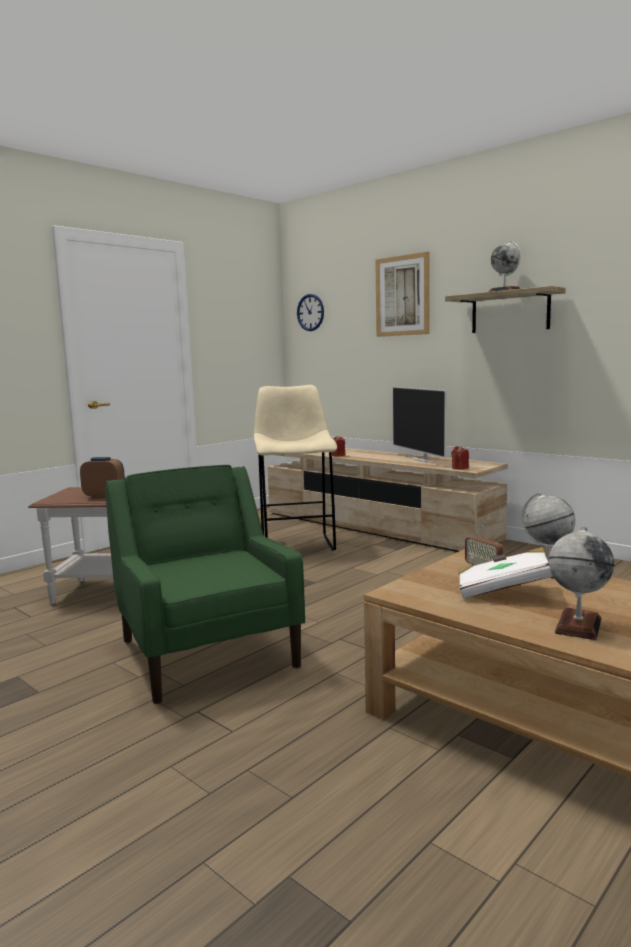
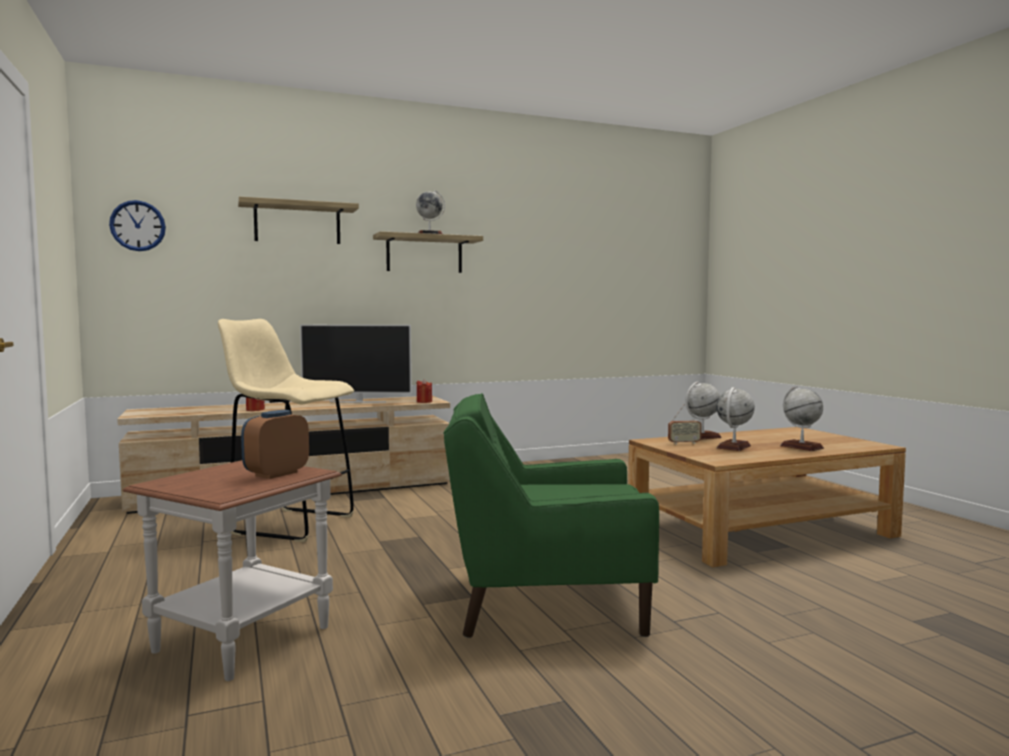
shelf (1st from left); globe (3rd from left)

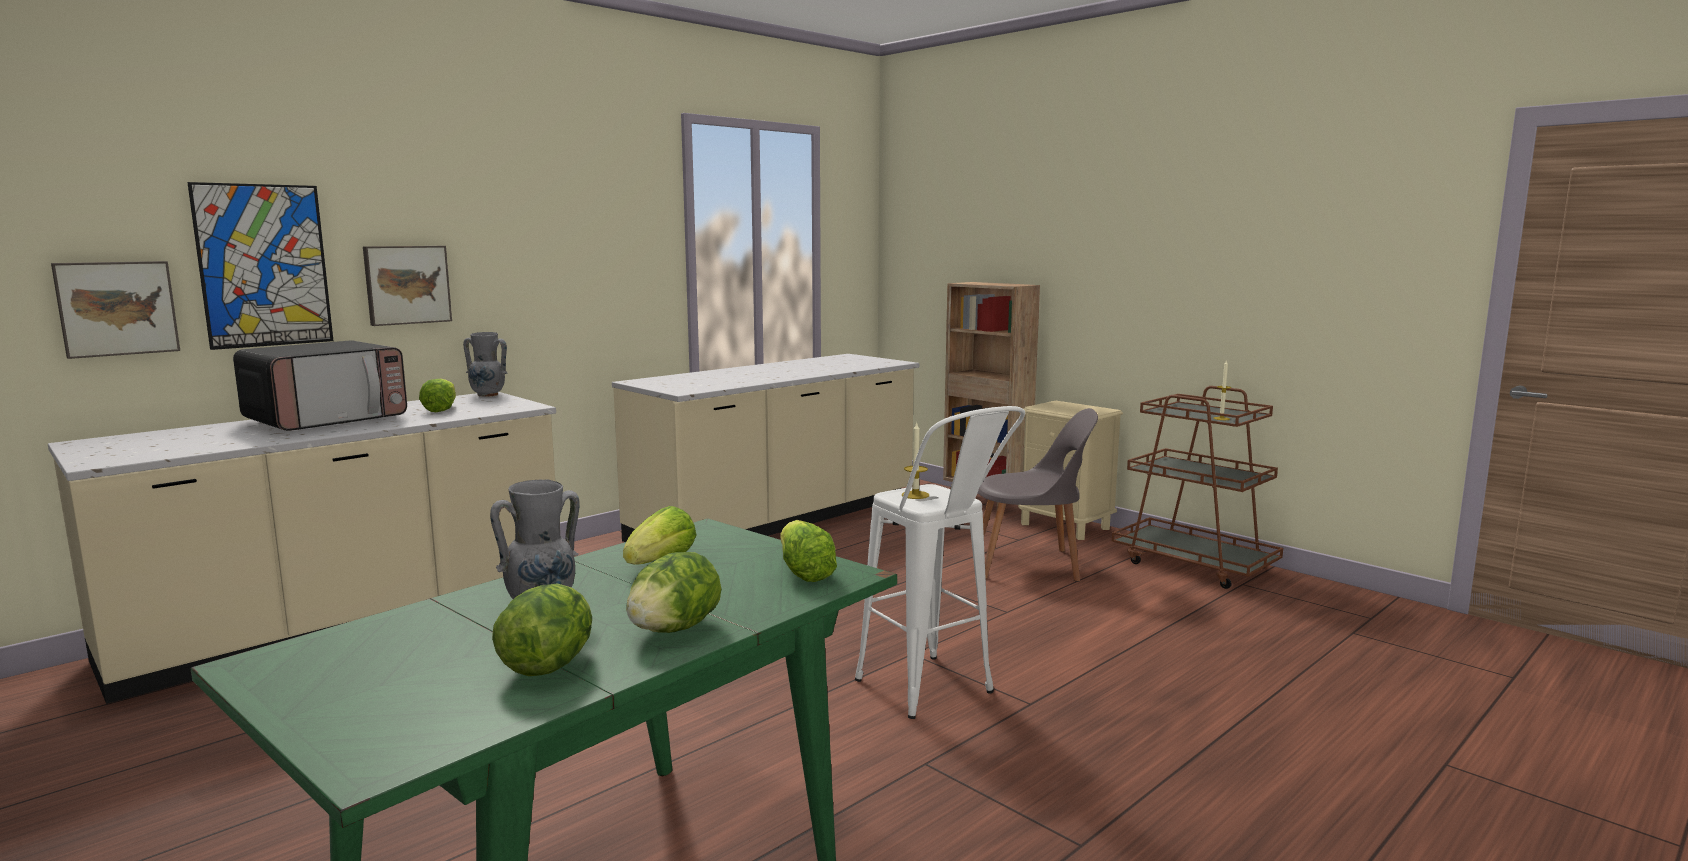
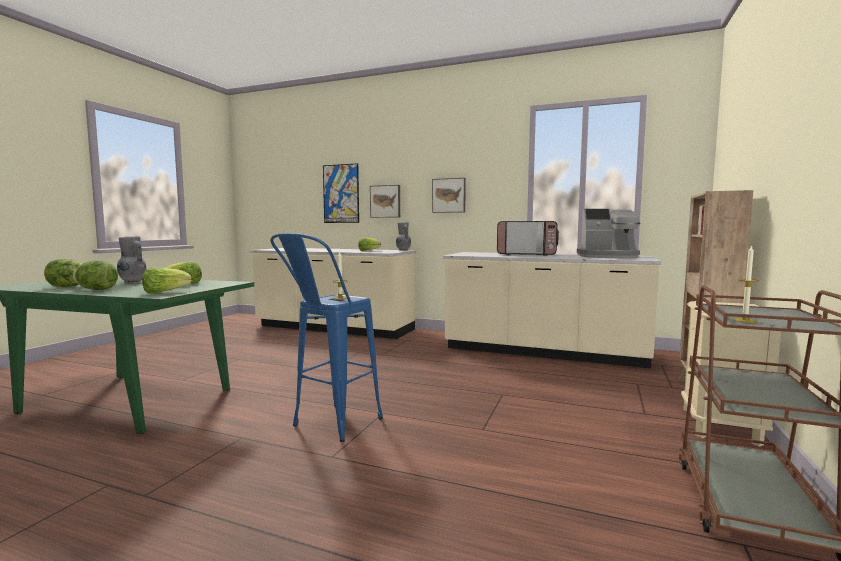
grey chair; coffee machine; picture (3rd from left); microwave; blue stool

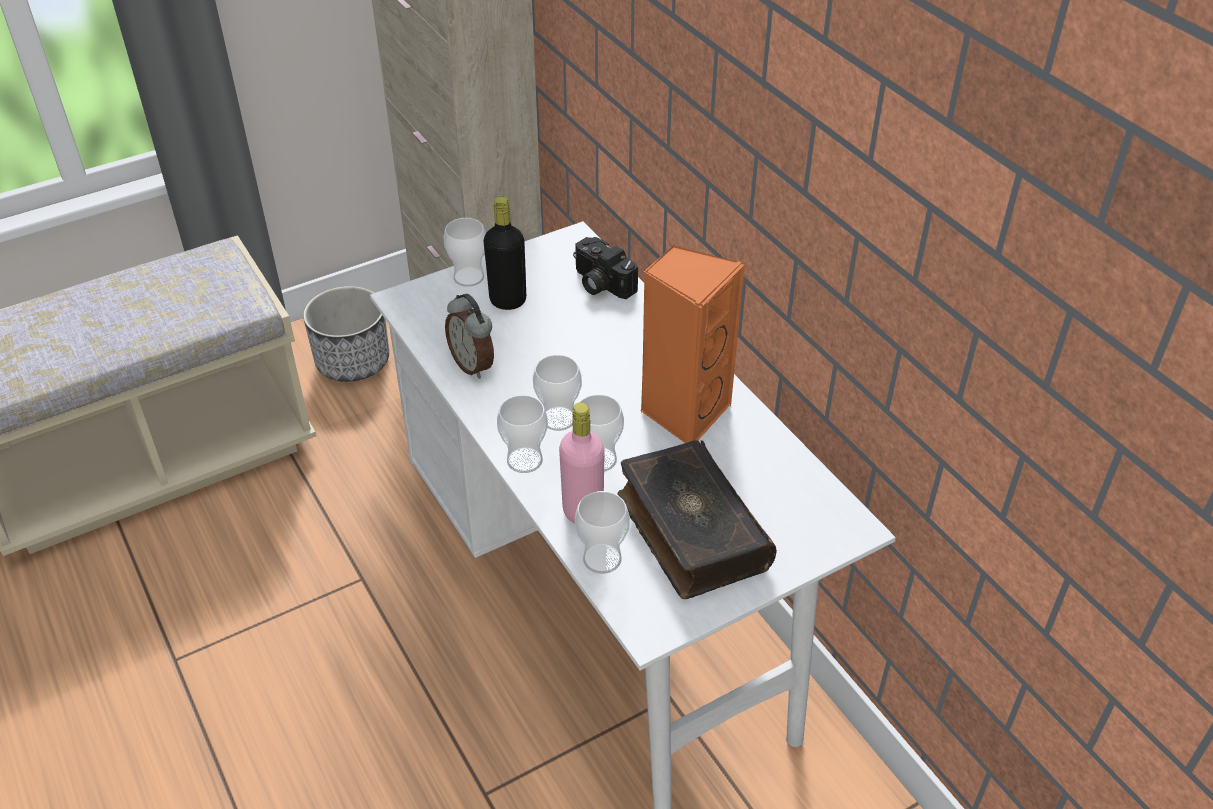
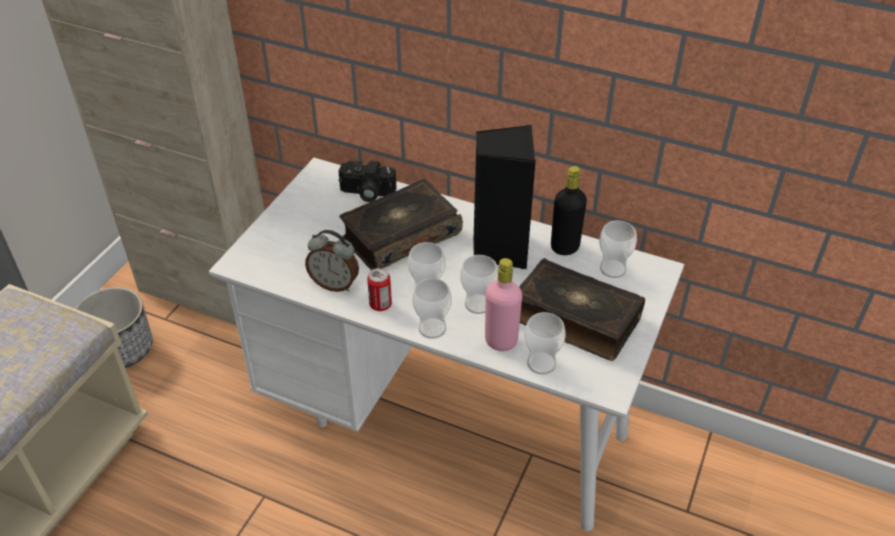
book (1st from left); can; cup (5th from left); black bottle; black speaker

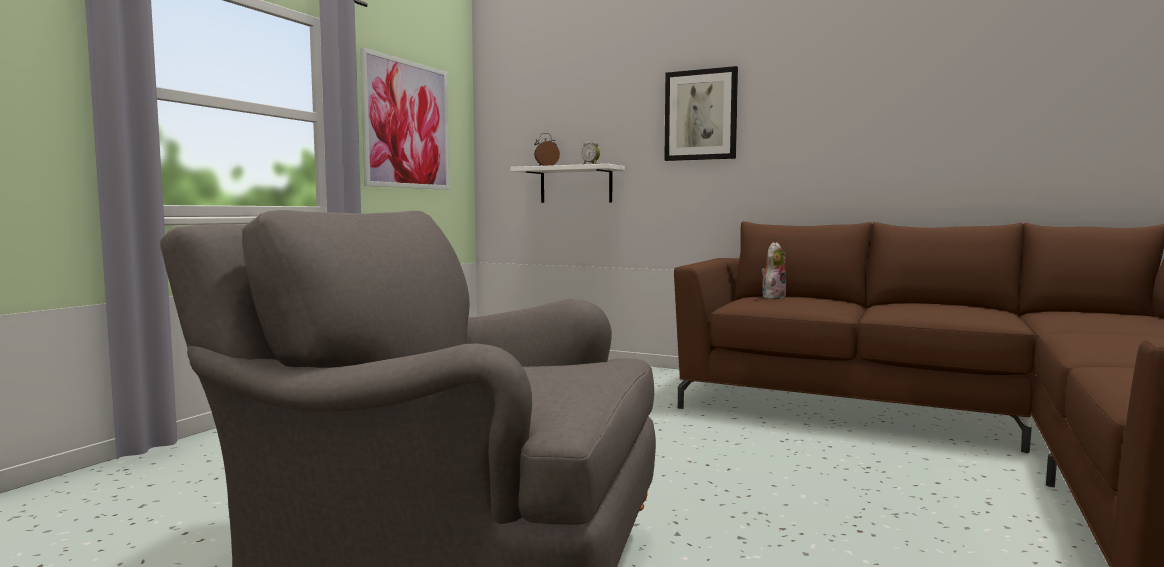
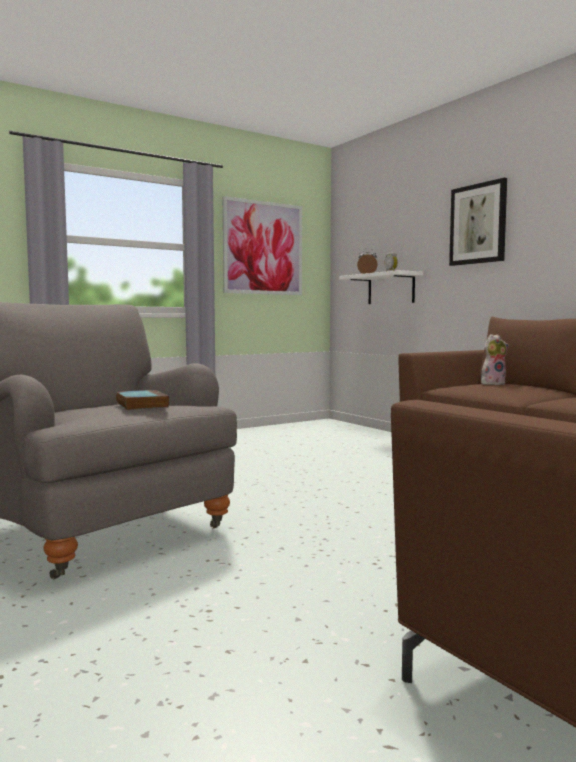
book

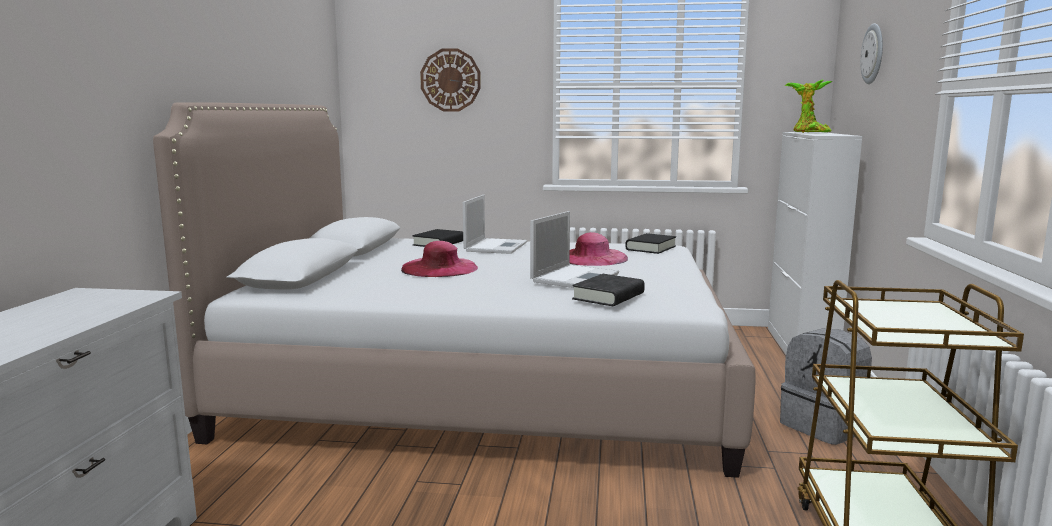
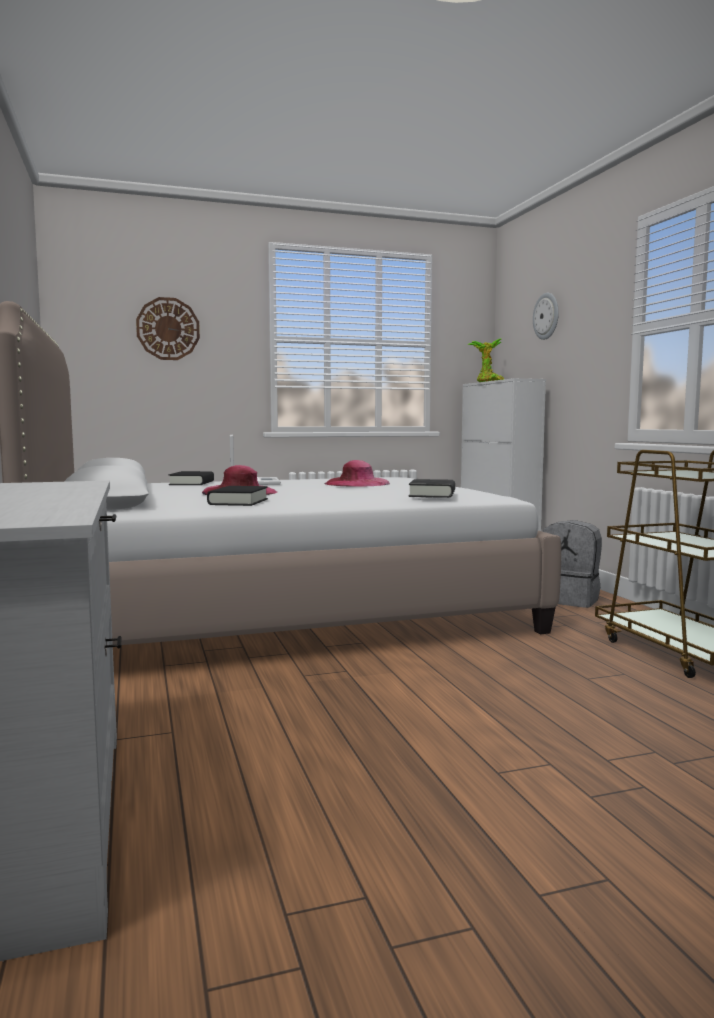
laptop (2nd from left in the first image); black book (2nd from left)

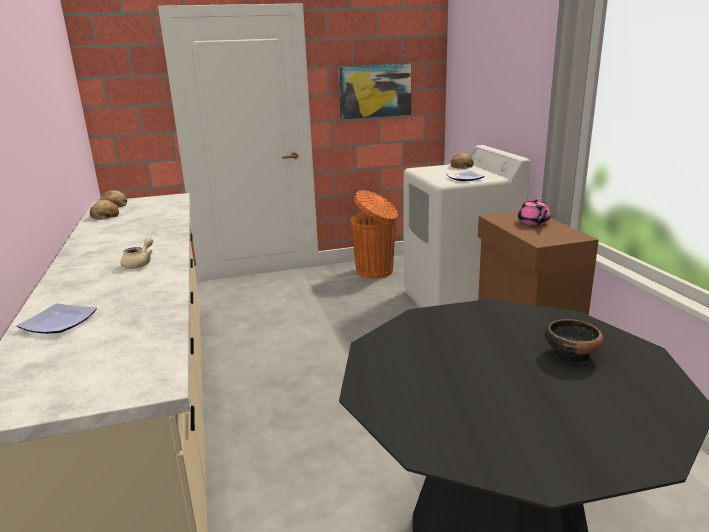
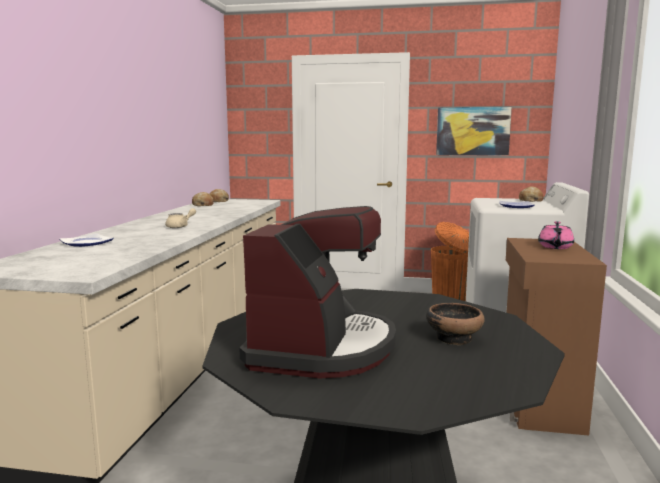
coffee machine

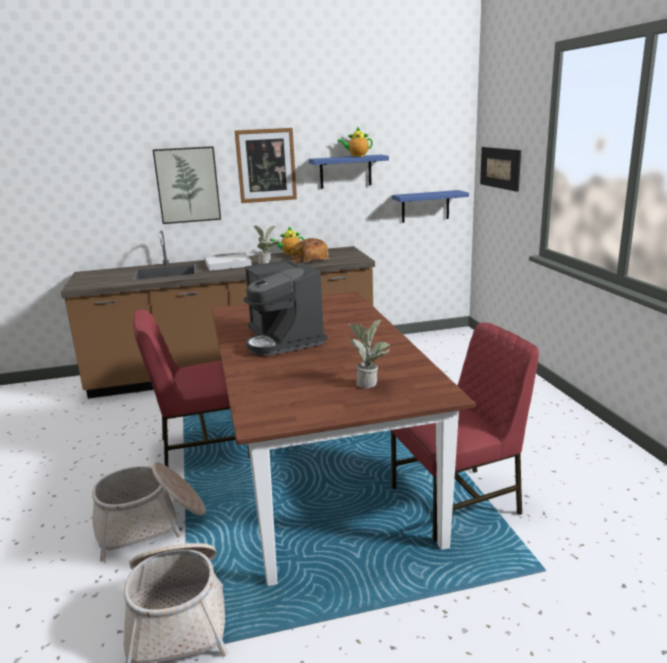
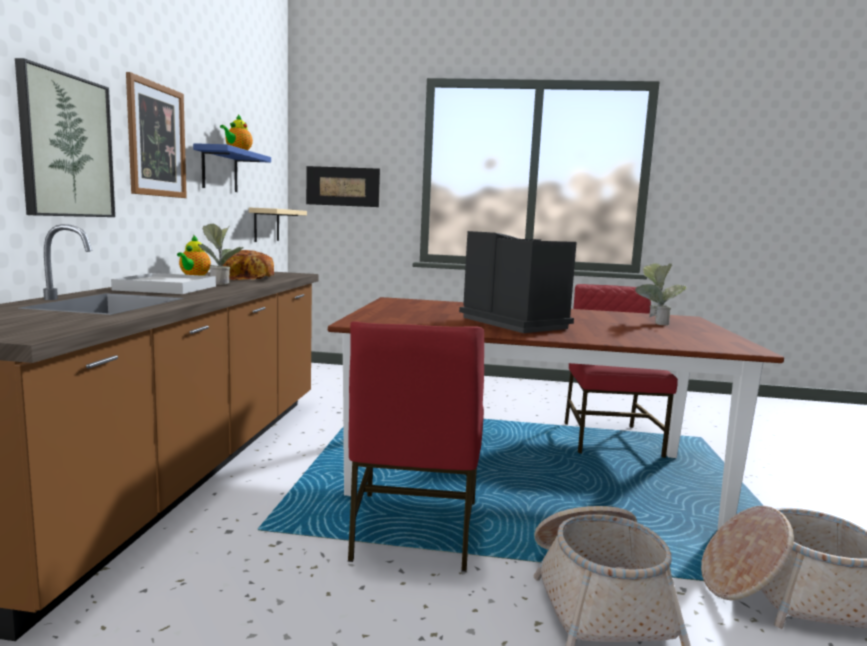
beige shelf; coffee machine

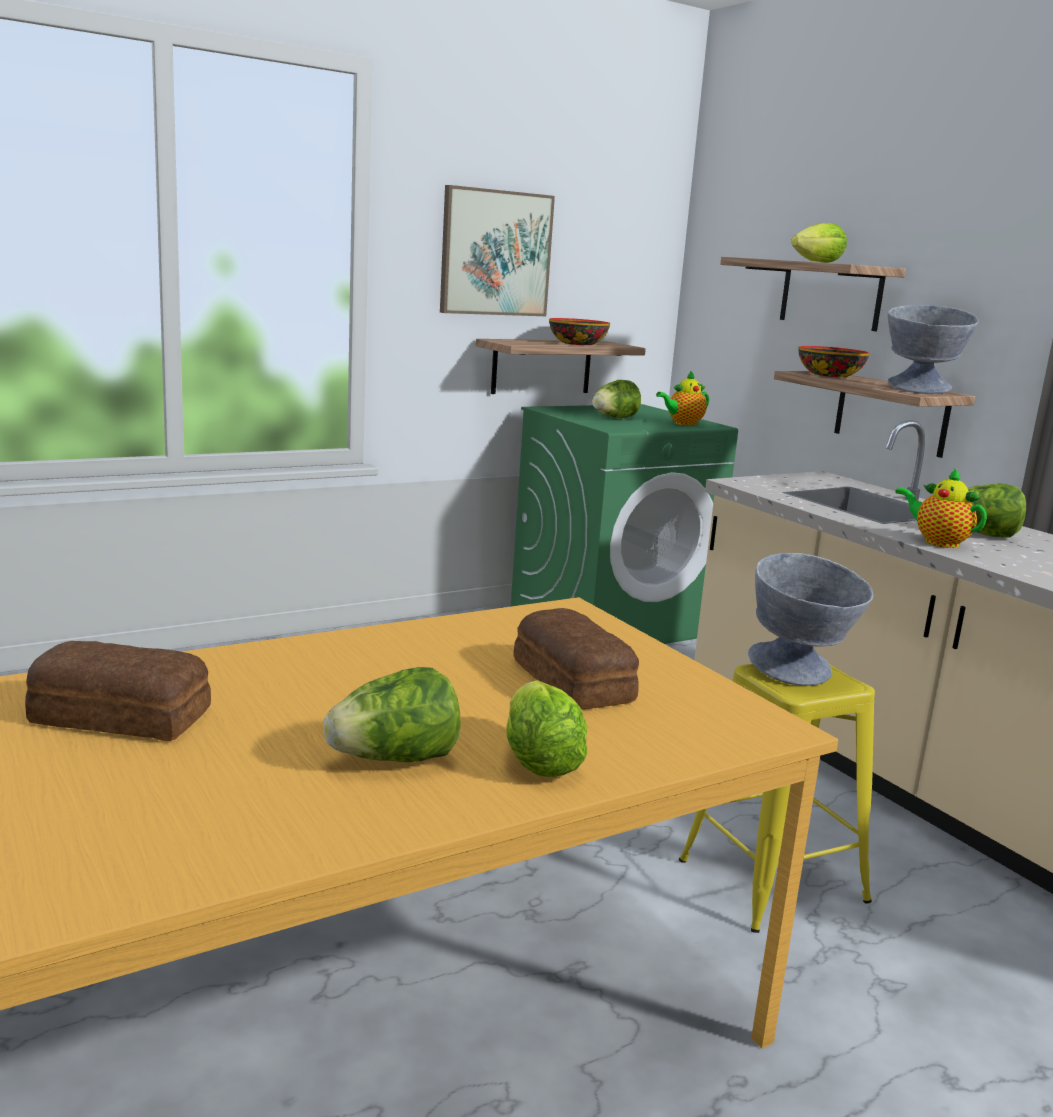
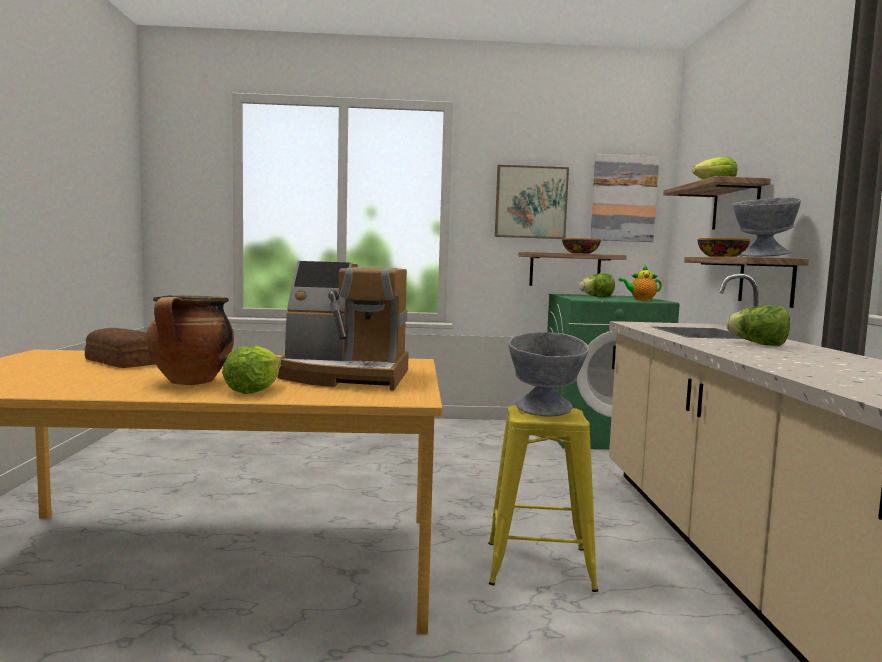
teapot (2nd from left in the first image); picture (2nd from left); cooking pot; coffee machine

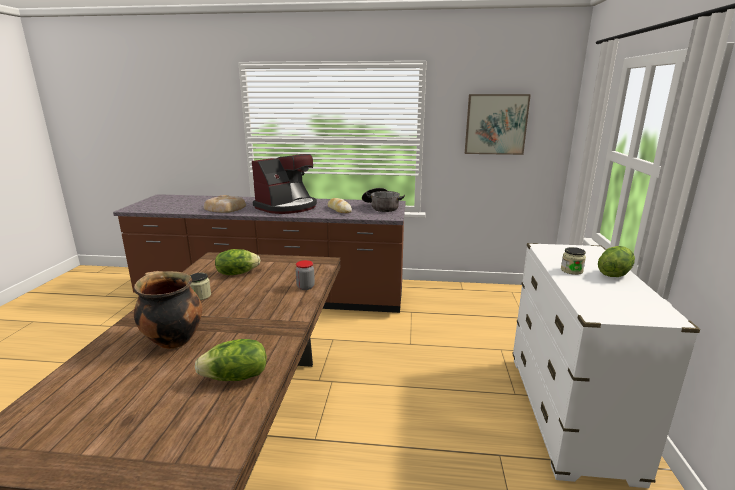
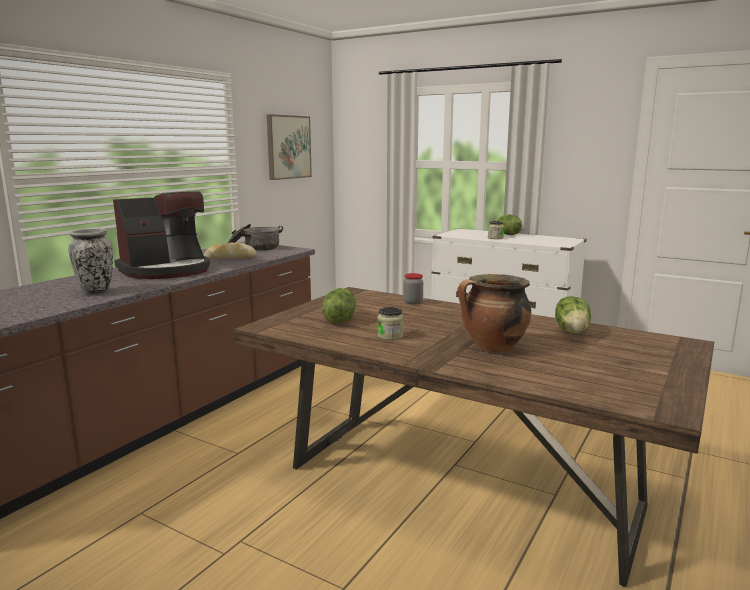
vase; coffee machine

